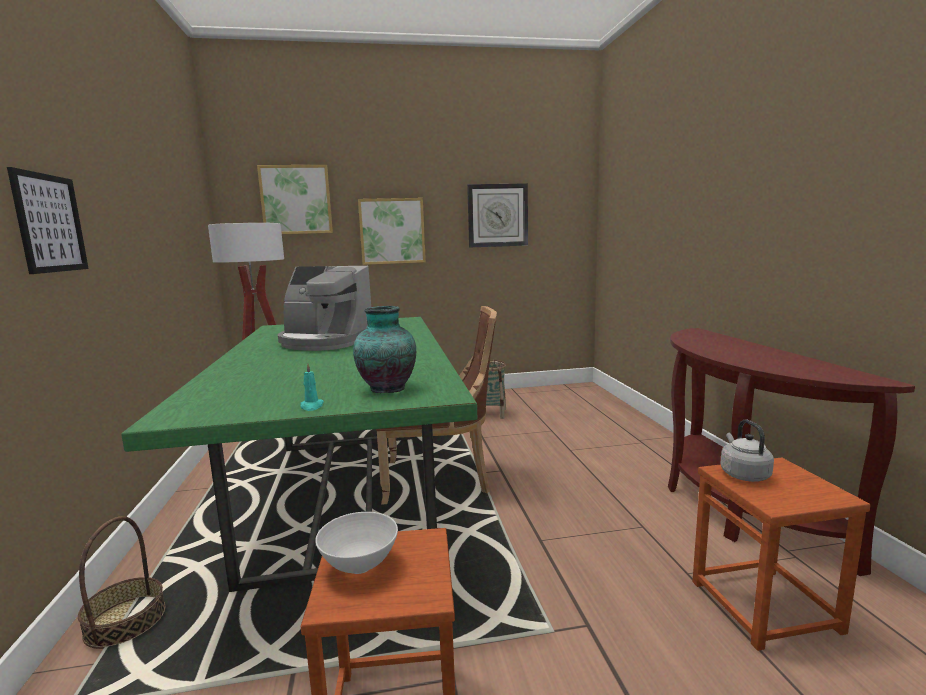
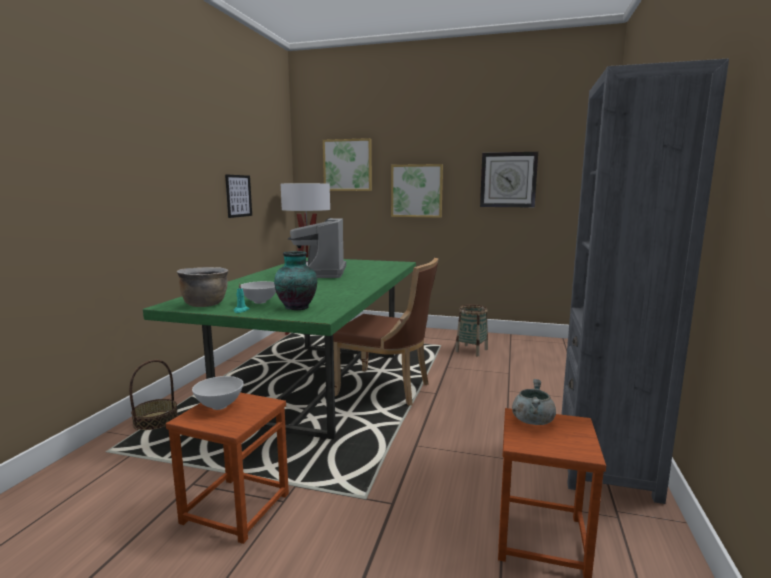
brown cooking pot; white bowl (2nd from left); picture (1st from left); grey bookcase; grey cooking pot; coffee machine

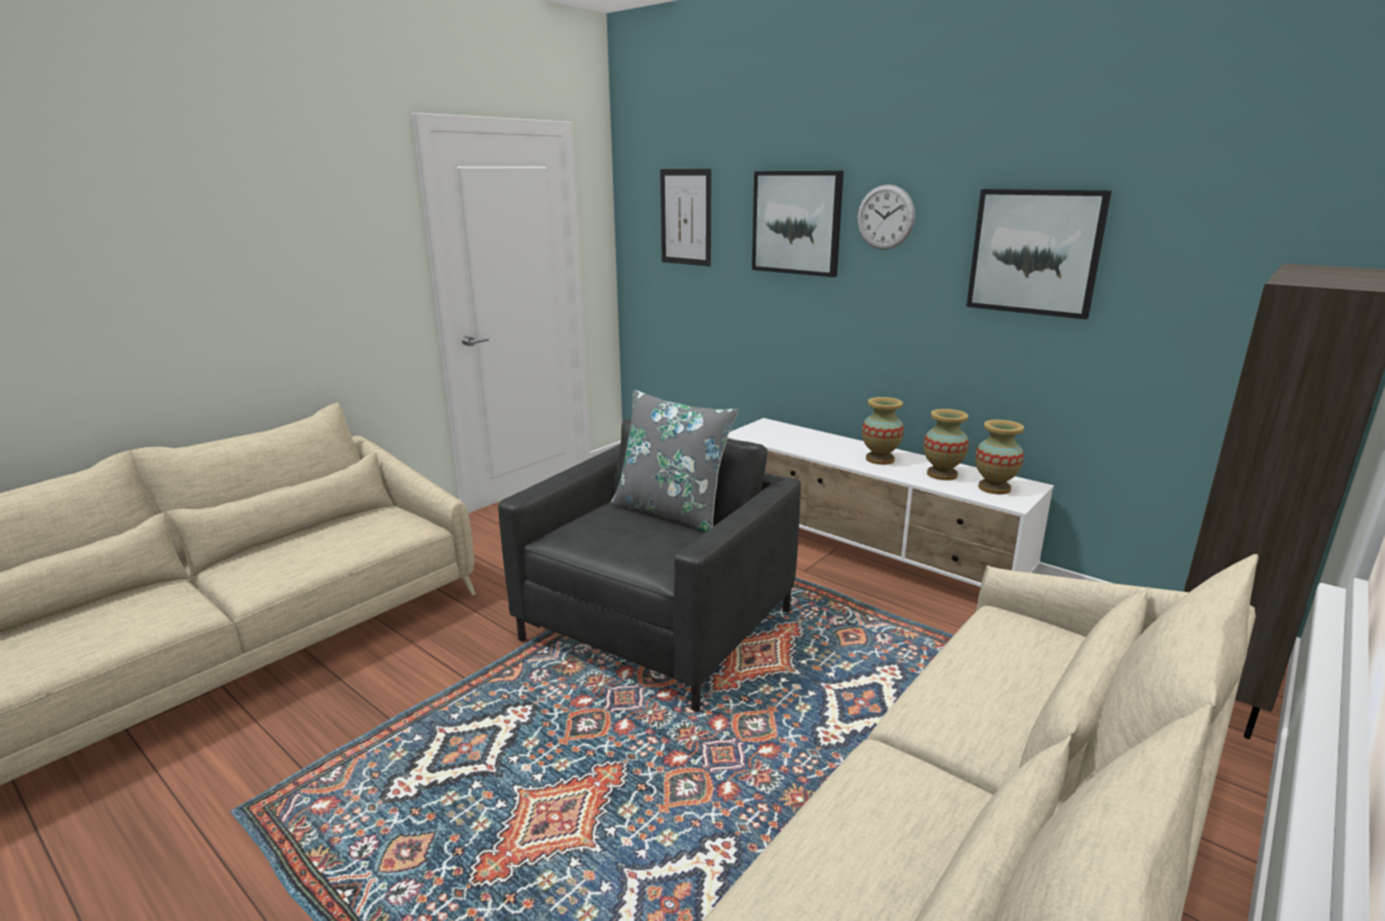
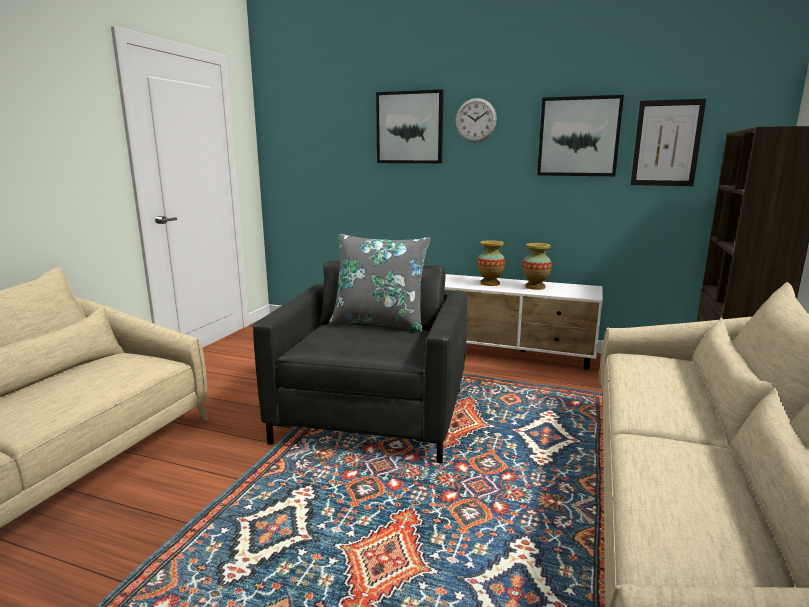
vase (3rd from left in the first image); picture (3rd from left)

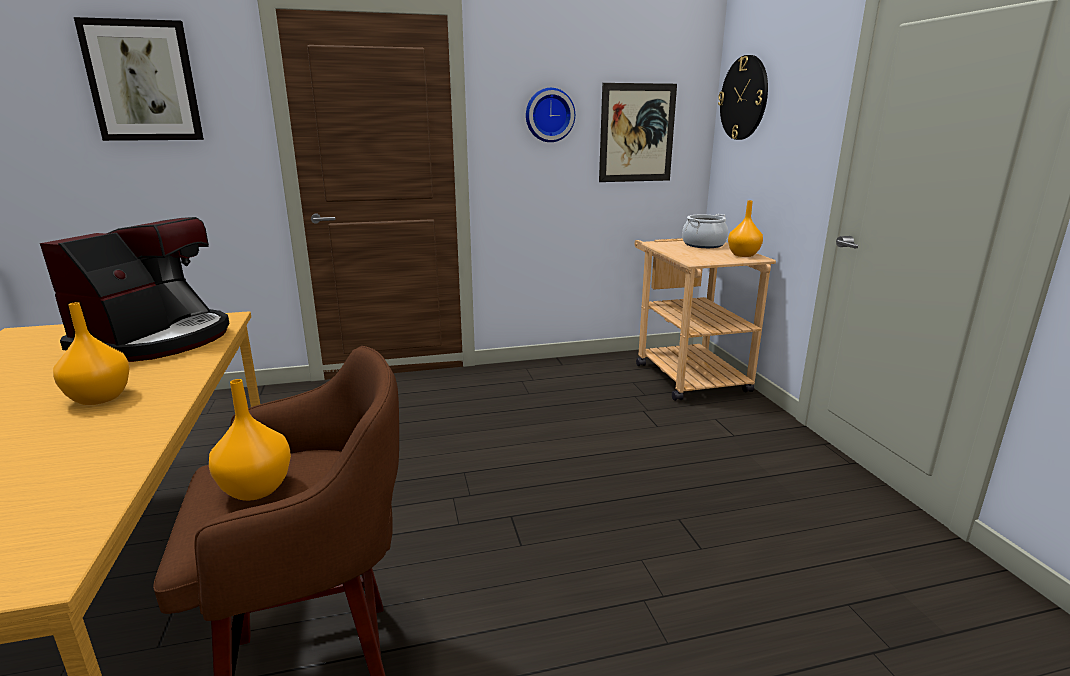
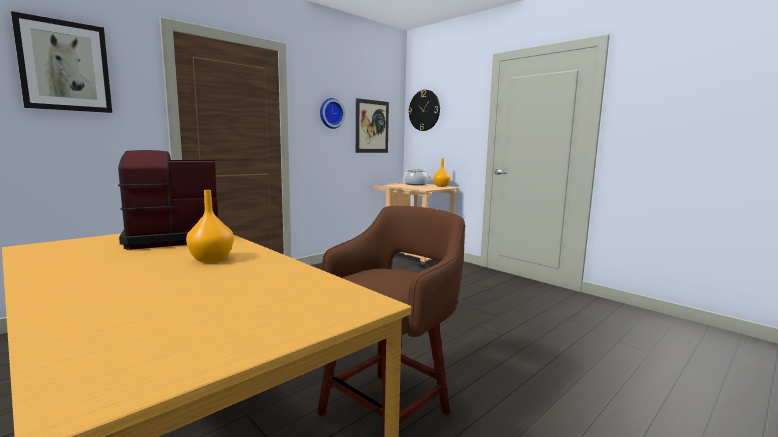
orange vase (2nd from left in the first image); coffee machine

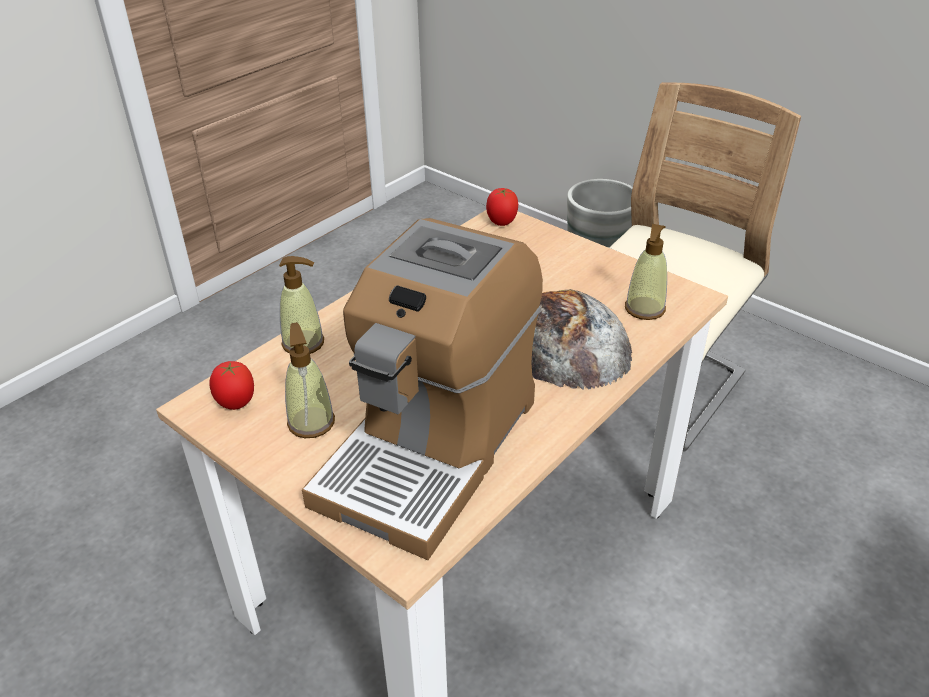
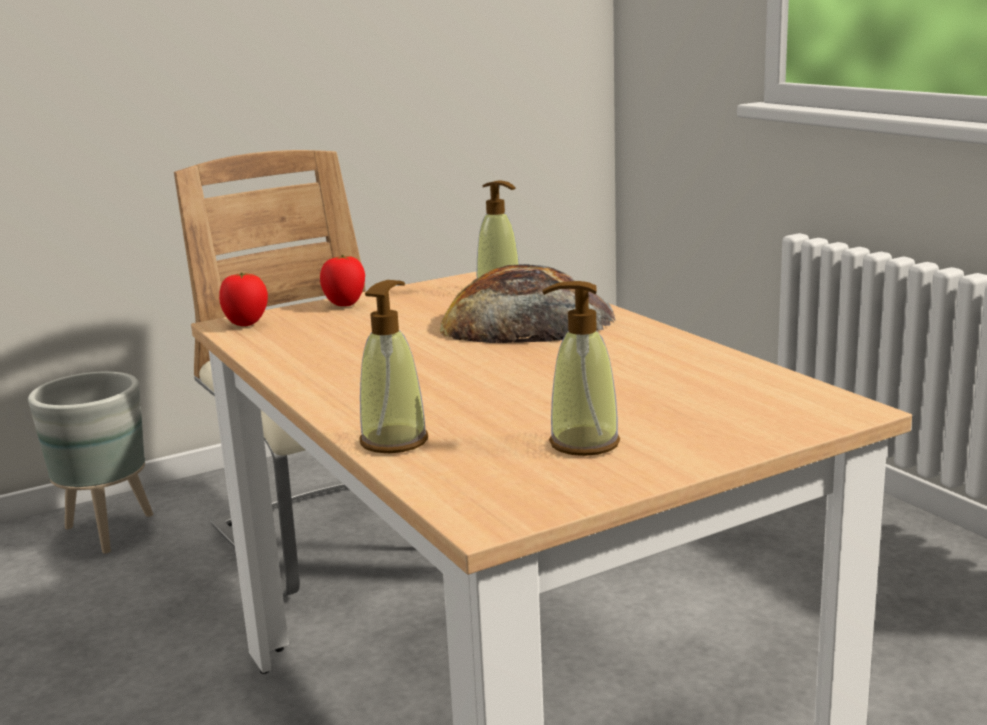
coffee machine; tomato (2nd from left)

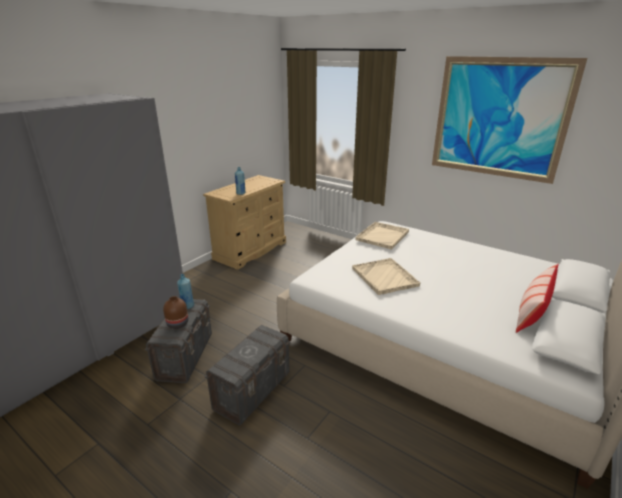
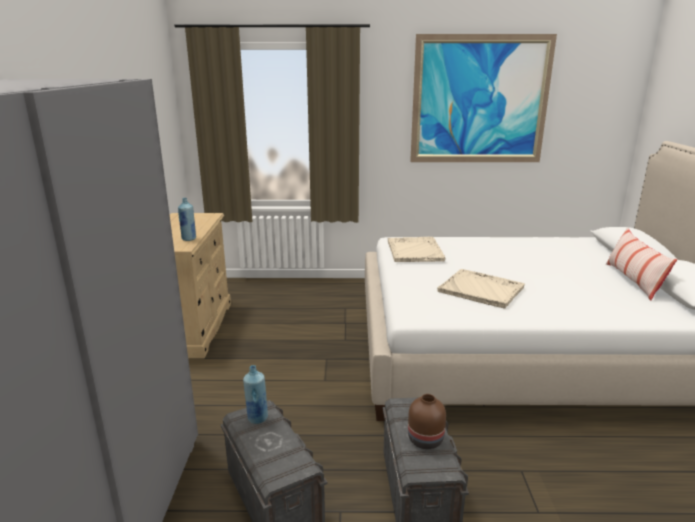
brown vase

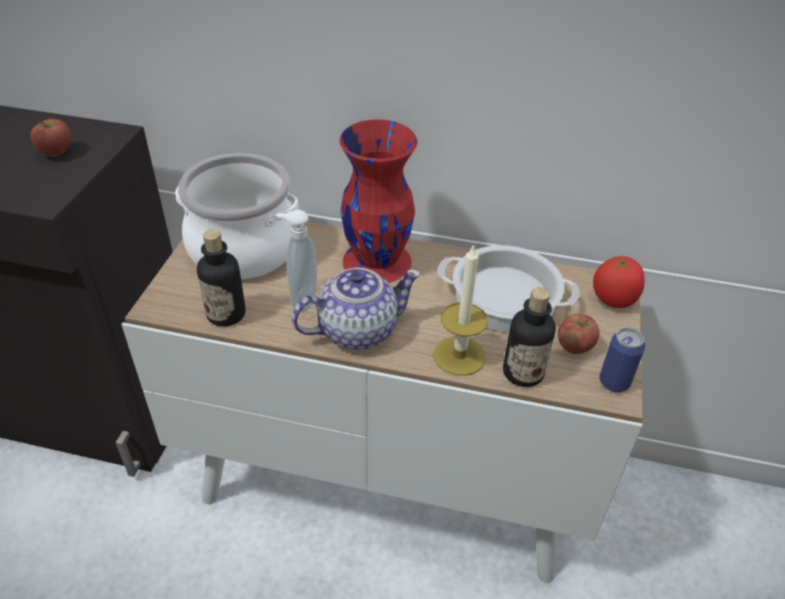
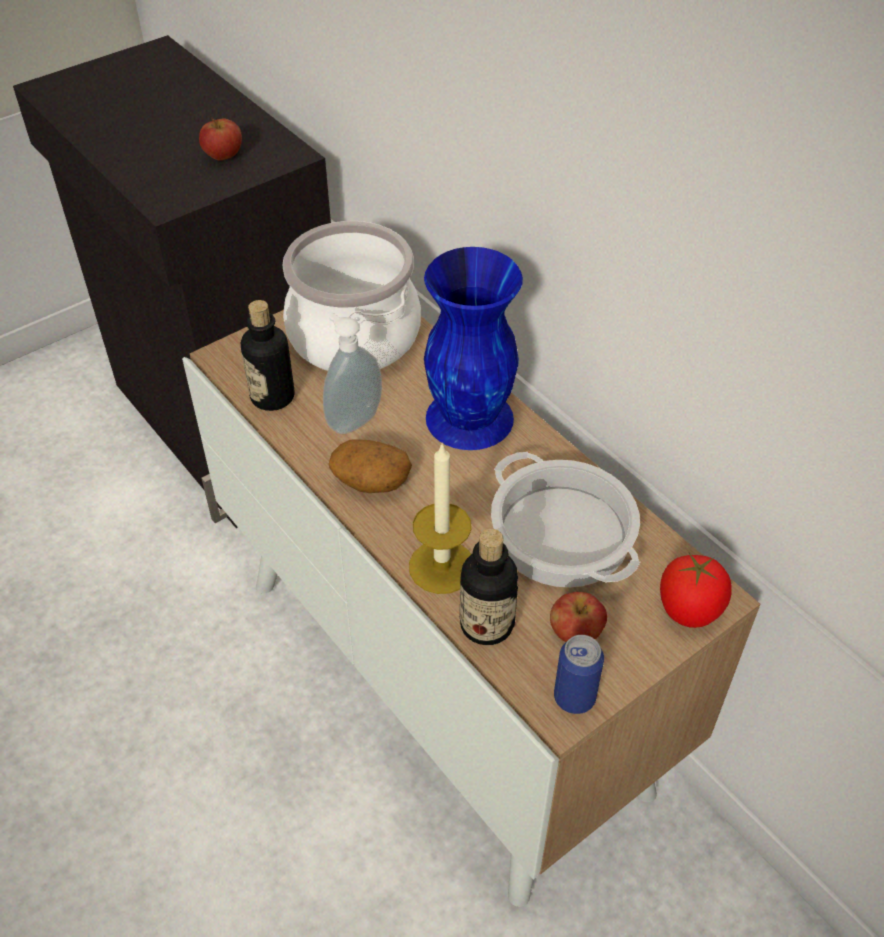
potato; blue vase

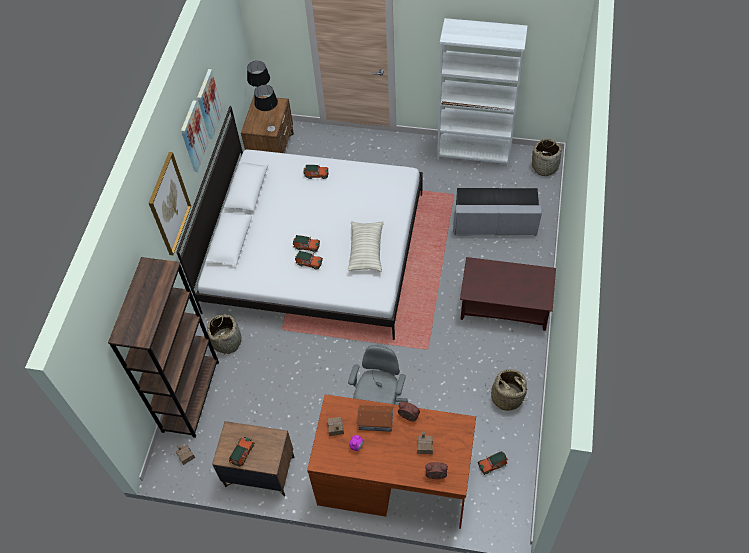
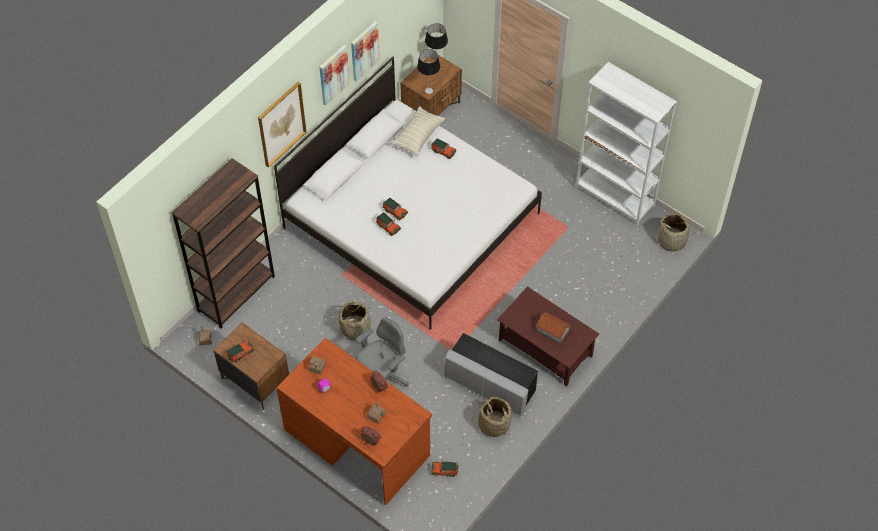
basket (1st from left); pillow; toy house (4th from left); grey ottoman

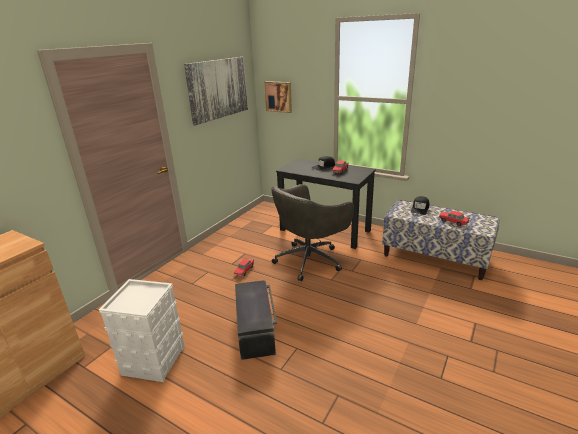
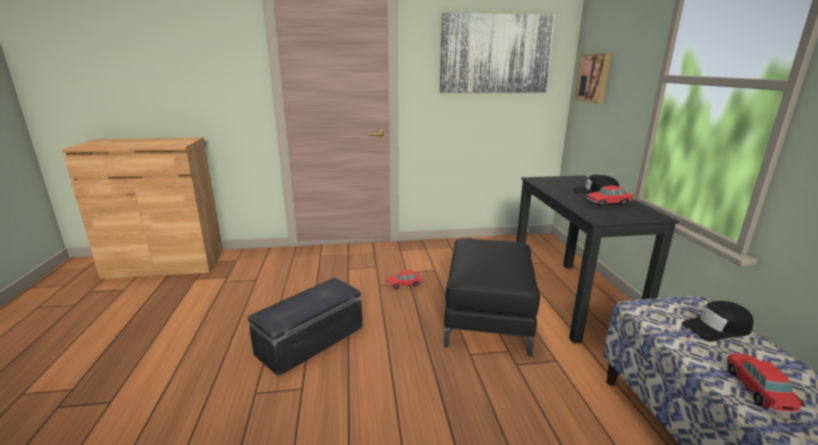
white storage box; black ottoman

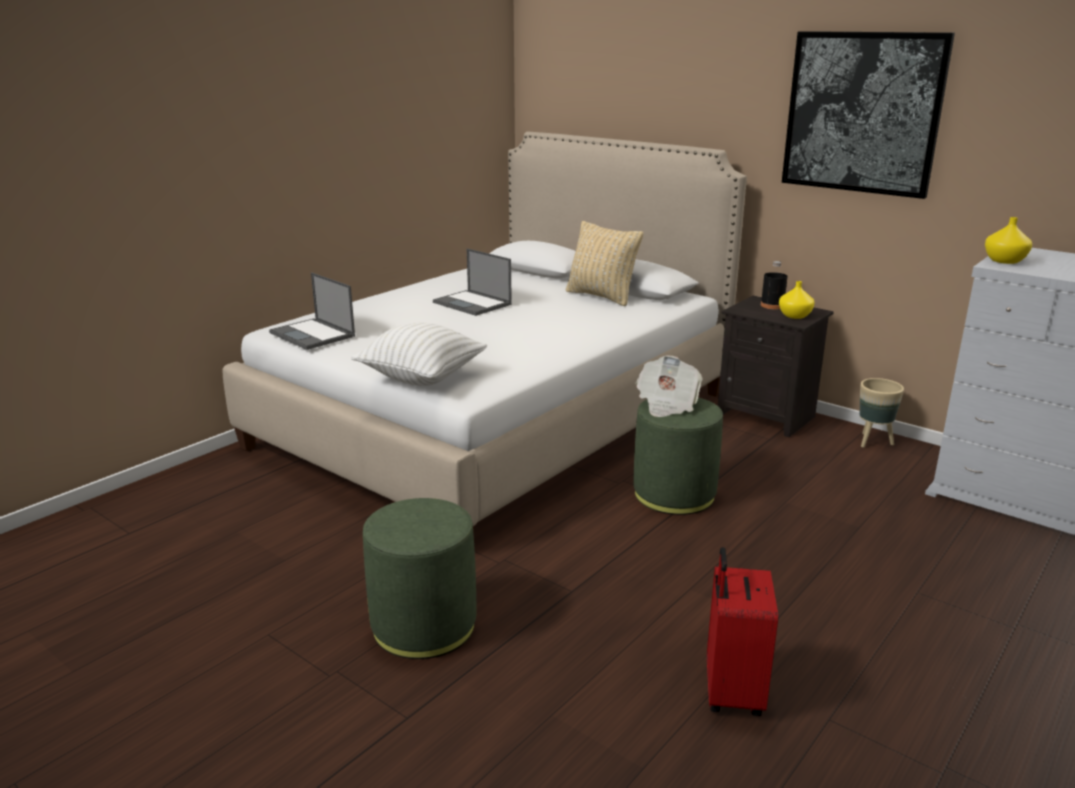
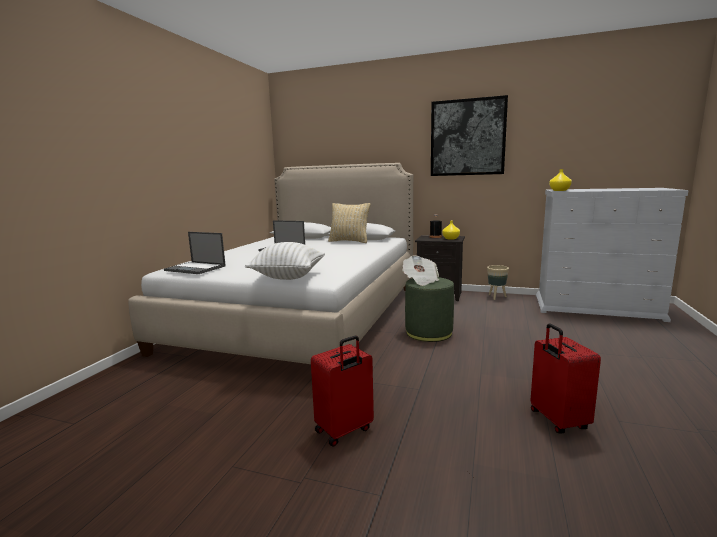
red suitcase (1st from left)

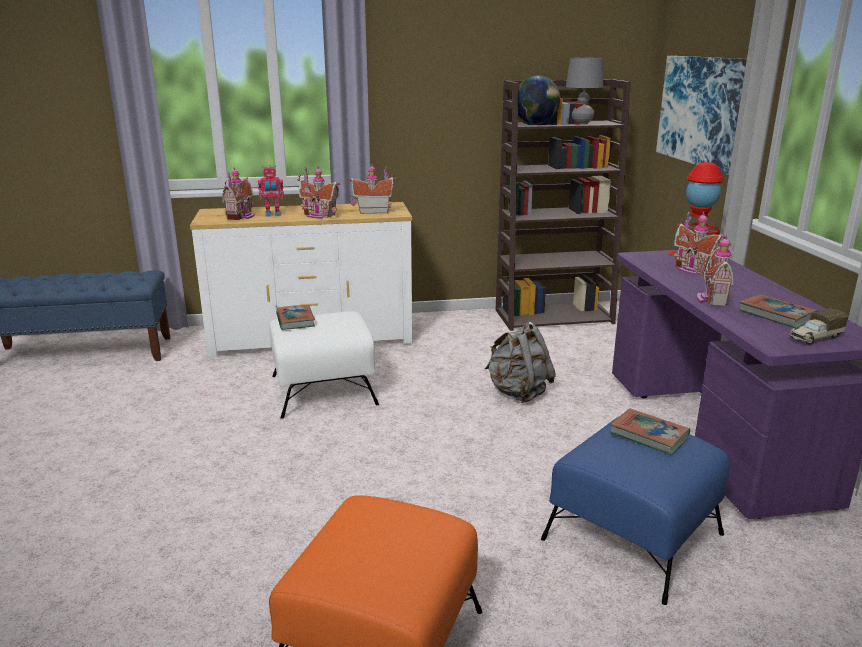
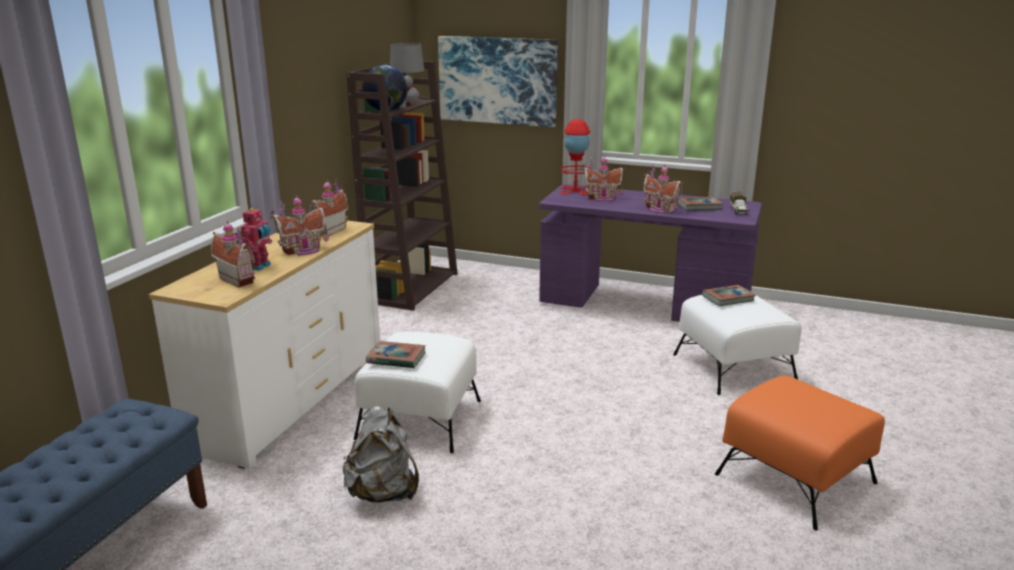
grey backpack; white ottoman (2nd from left)

